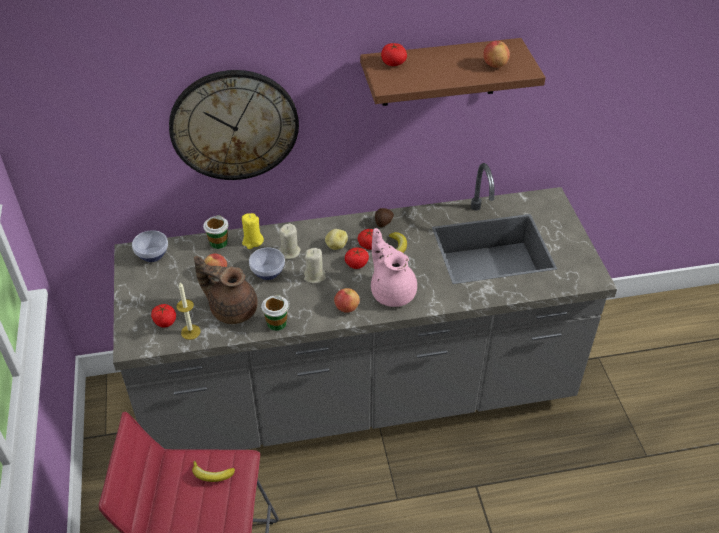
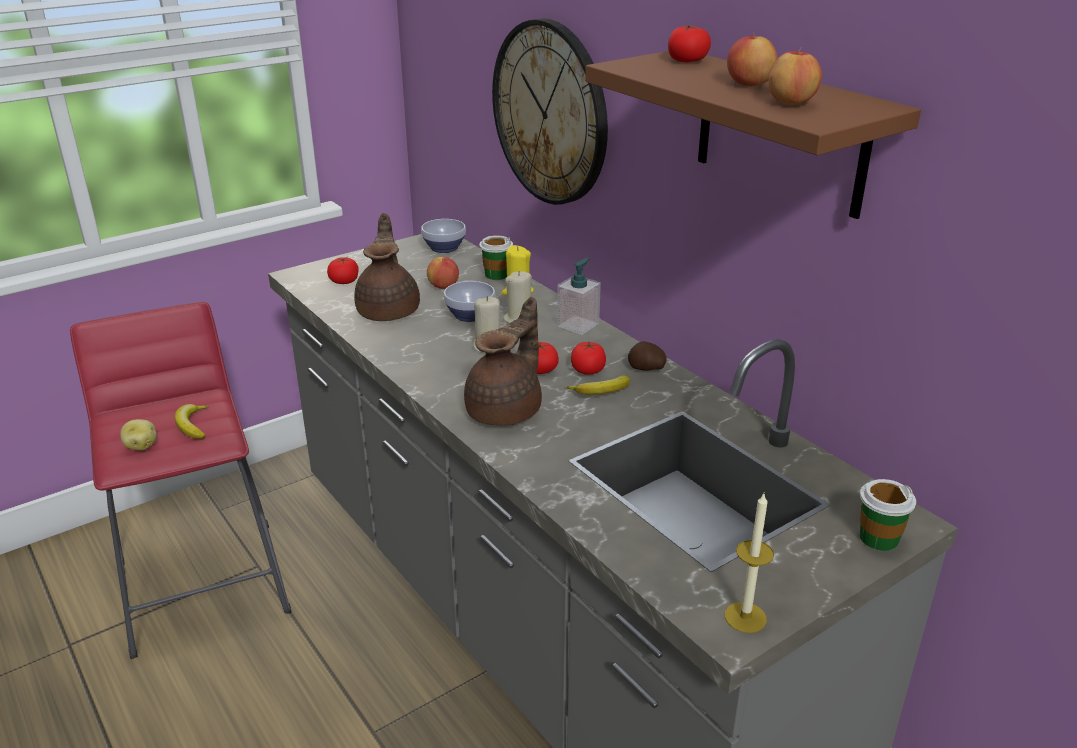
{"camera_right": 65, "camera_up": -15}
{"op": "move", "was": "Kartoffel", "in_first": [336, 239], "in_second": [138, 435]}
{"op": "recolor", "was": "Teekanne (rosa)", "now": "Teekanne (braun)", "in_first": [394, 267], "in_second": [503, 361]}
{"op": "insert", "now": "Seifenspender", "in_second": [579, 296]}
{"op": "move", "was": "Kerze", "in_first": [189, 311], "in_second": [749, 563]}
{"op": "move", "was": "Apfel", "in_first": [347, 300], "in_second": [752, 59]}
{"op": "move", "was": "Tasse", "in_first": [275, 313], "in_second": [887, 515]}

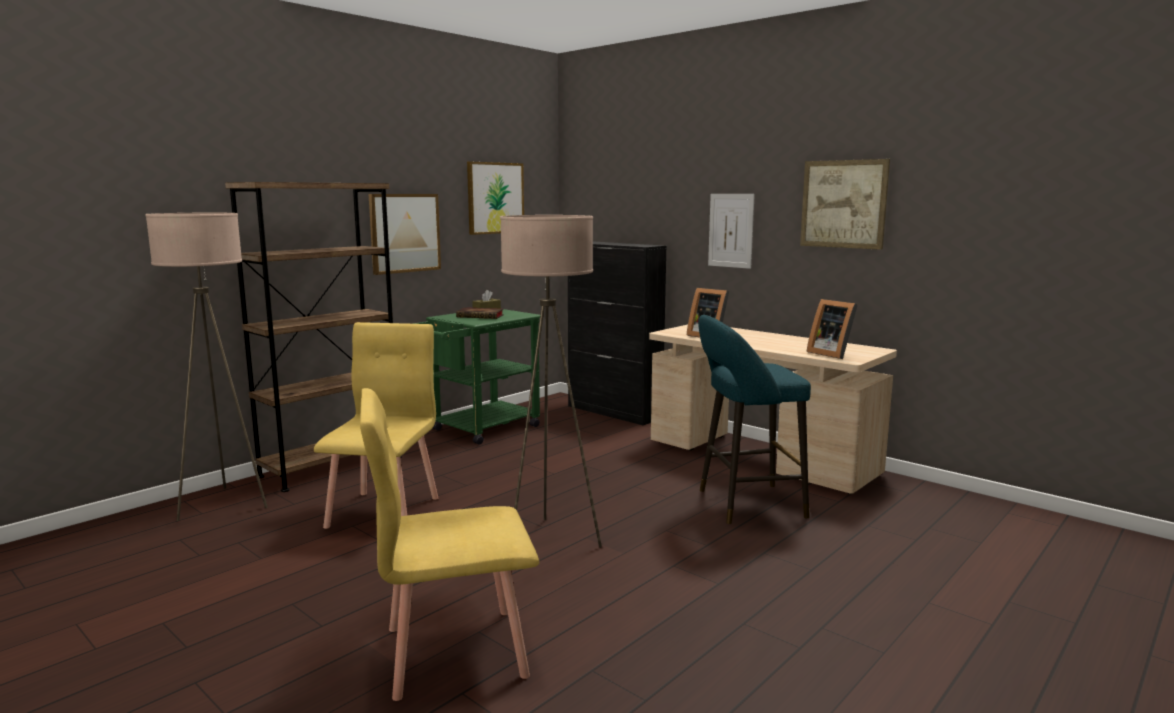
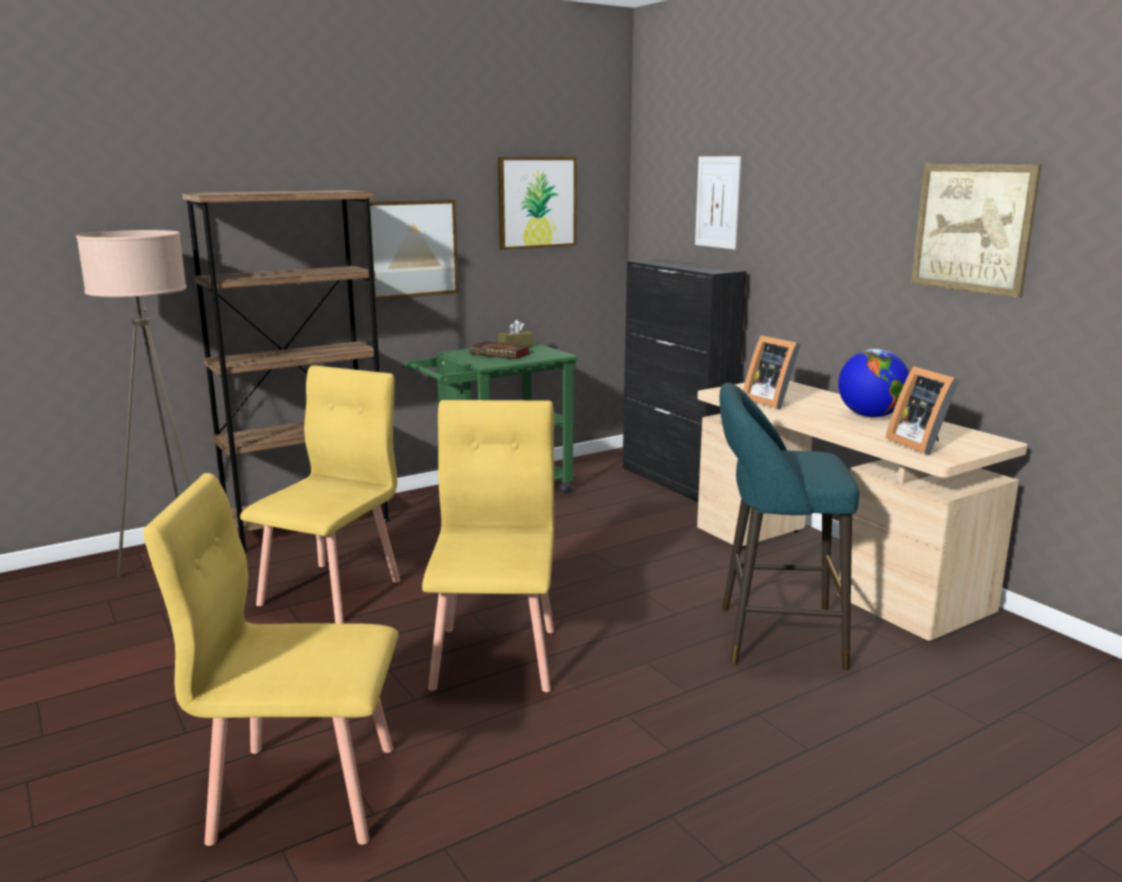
{"camera_right": 15, "camera_up": 5}
{"op": "replace", "was": "Stehlampe (beige)", "now": "Stuhl (gelb)", "in_first": [551, 381], "in_second": [488, 546]}
{"op": "move", "was": "Bild", "in_first": [731, 231], "in_second": [718, 203]}
{"op": "insert", "now": "Globus", "in_second": [873, 383]}

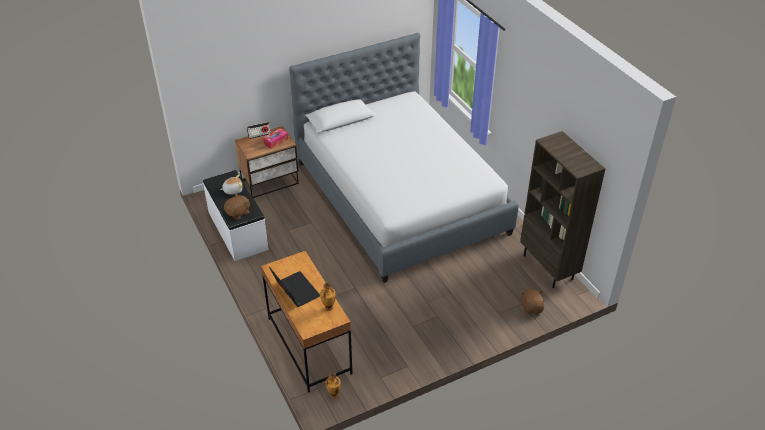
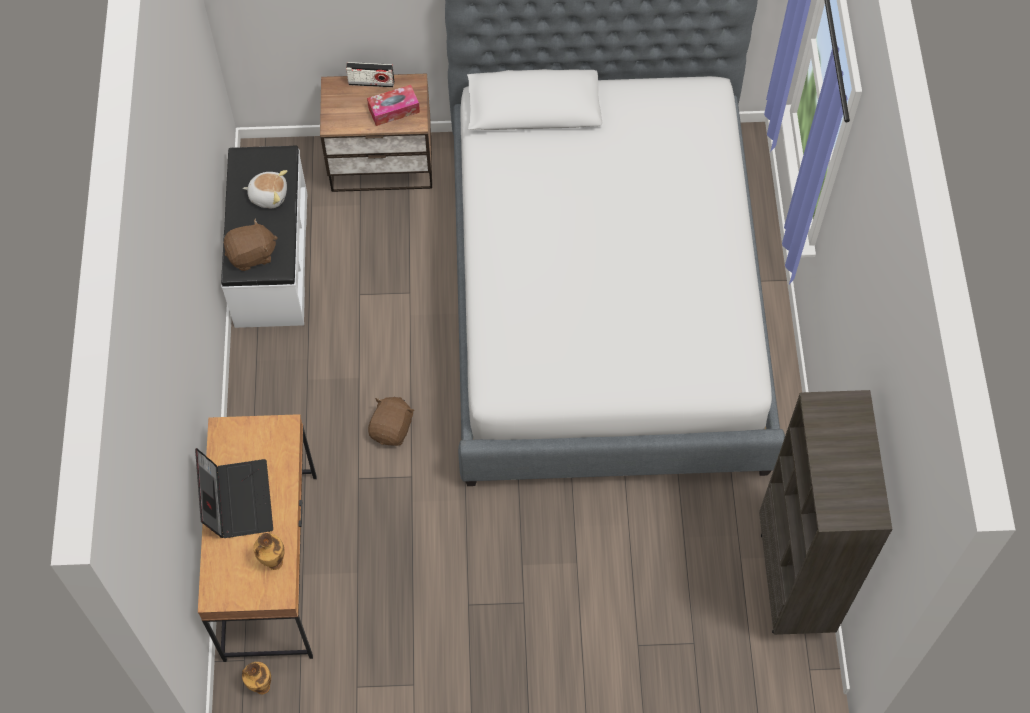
{"camera_right": 25, "camera_up": 20}
{"op": "move", "was": "Plüschtier (braun)", "in_first": [532, 301], "in_second": [391, 421]}

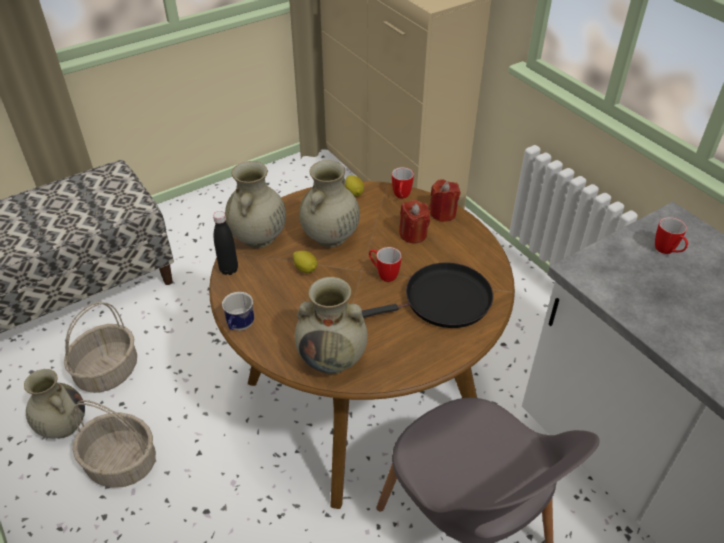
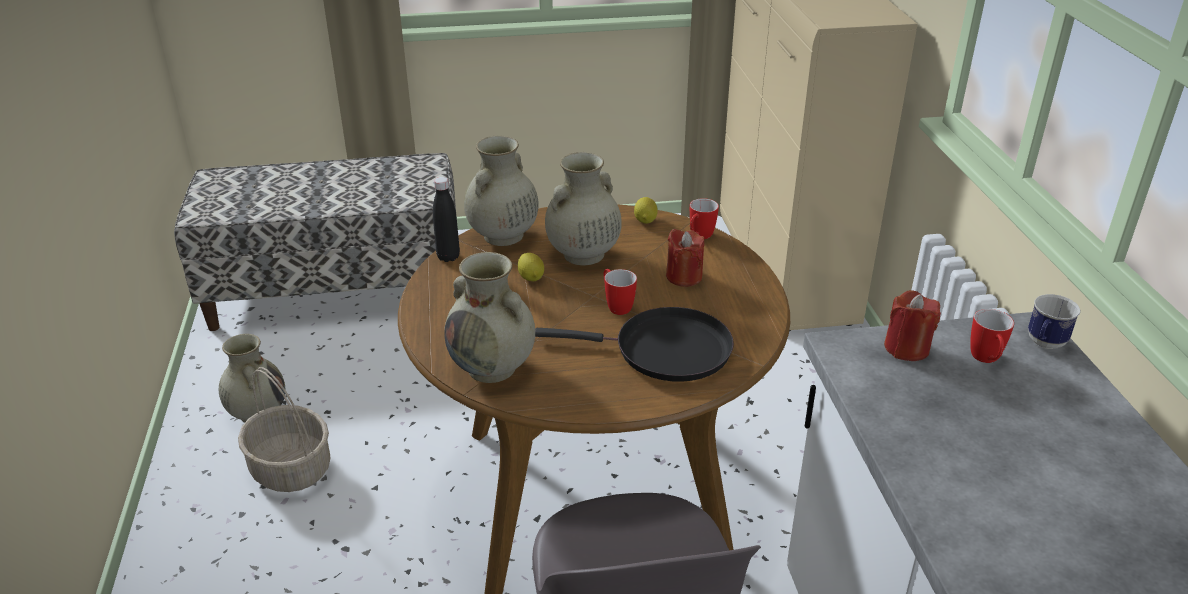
{"camera_right": 25, "camera_up": -10}
{"op": "move", "was": "Kerze (rot)", "in_first": [444, 200], "in_second": [912, 325]}
{"op": "move", "was": "Henkelbecher", "in_first": [238, 311], "in_second": [1054, 321]}
{"op": "delete", "was": "Korb", "in_first": [100, 347]}

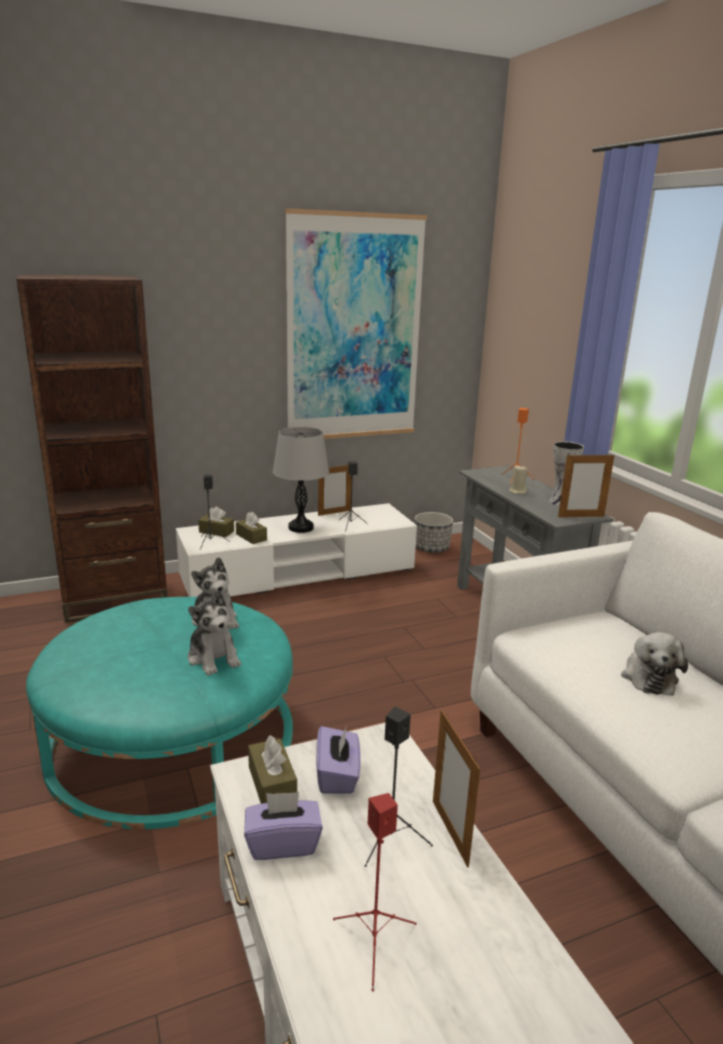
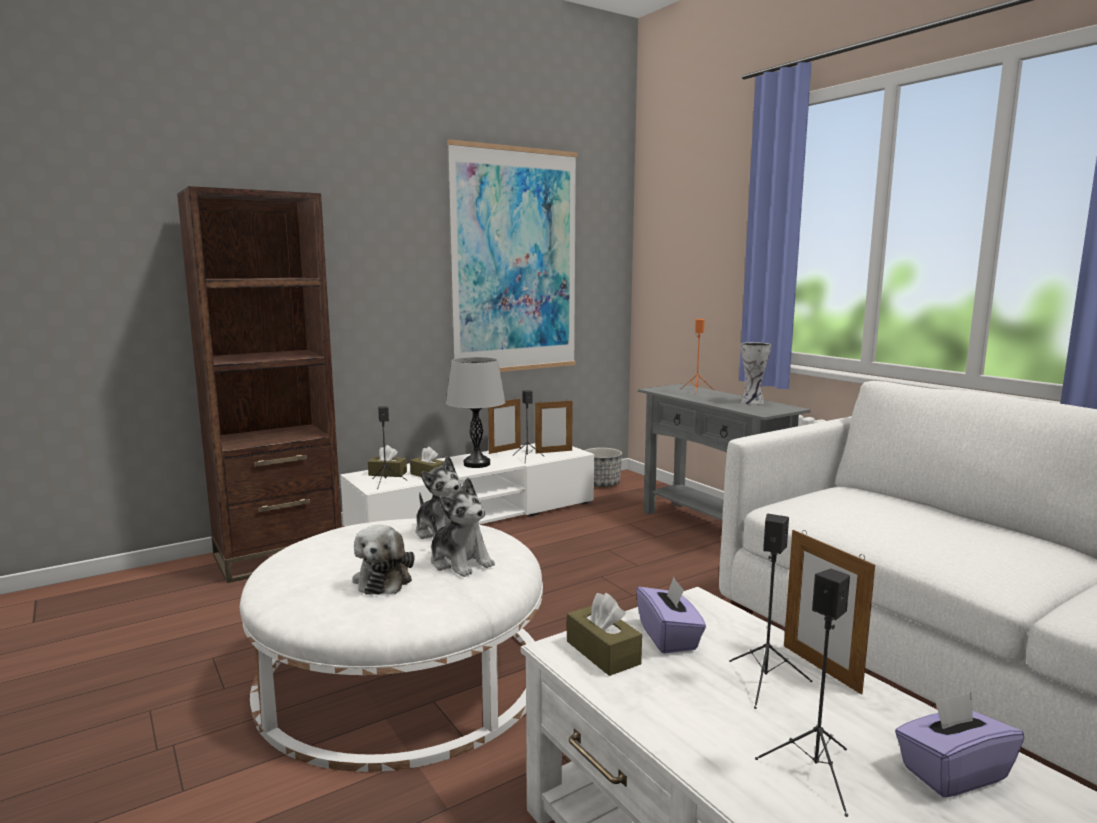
{"camera_right": -10, "camera_up": -10}
{"op": "recolor", "was": "Polsterhocker (türkis)", "now": "Polsterhocker (weiß)", "in_first": [159, 713], "in_second": [391, 645]}
{"op": "move", "was": "Plüschtier", "in_first": [654, 664], "in_second": [383, 560]}
{"op": "move", "was": "Bilderrahmen", "in_first": [586, 485], "in_second": [554, 426]}
{"op": "recolor", "was": "Lautsprecher (rot)", "now": "Lautsprecher (schwarz)", "in_first": [375, 892], "in_second": [802, 693]}
{"op": "move", "was": "Taschentuchbox (lila)", "in_first": [283, 826], "in_second": [959, 745]}
{"op": "delete", "was": "Kerze (beige)", "in_first": [518, 479]}

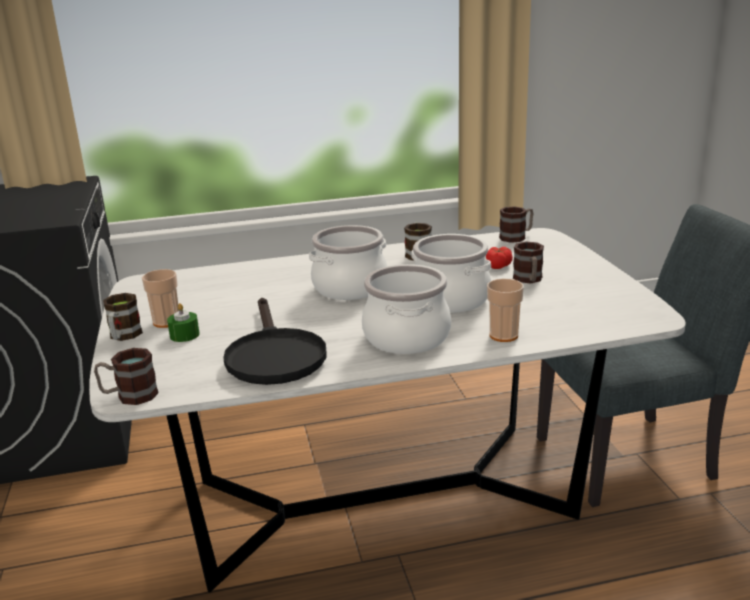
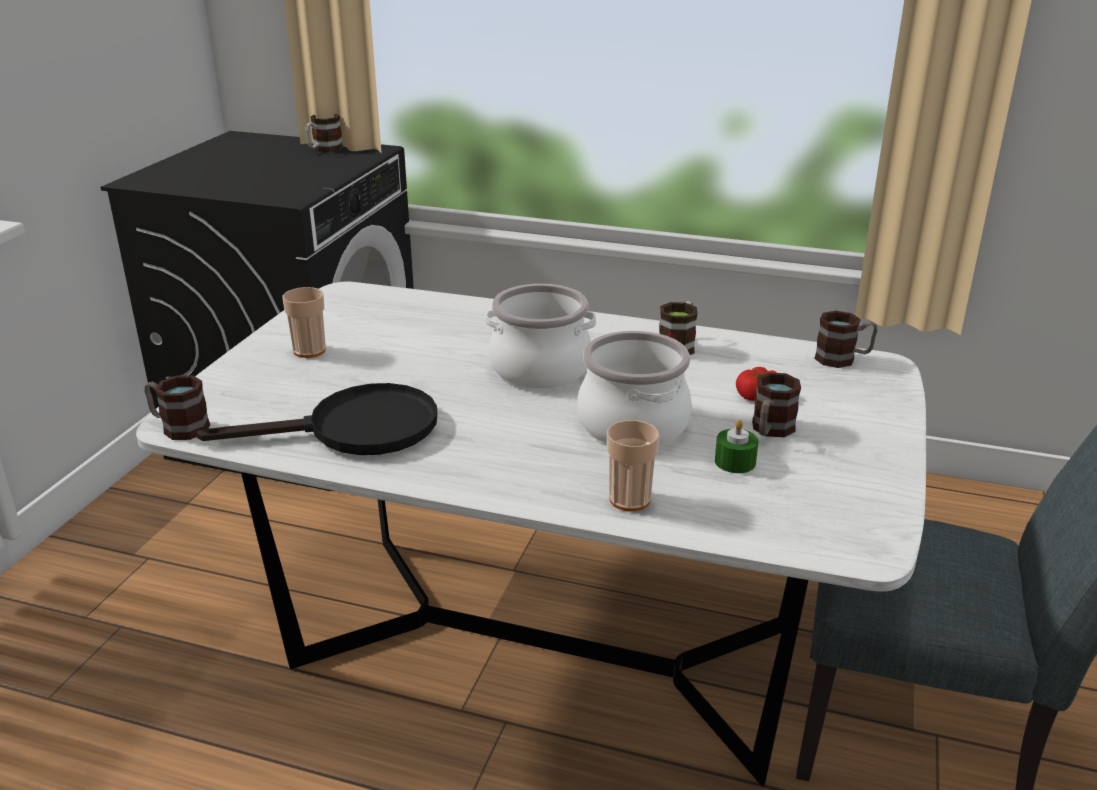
{"camera_right": 30, "camera_up": 5}
{"op": "rotate", "was": "Pfanne (schwarz)", "in_first": [275, 341], "in_second": [316, 419], "clockwise": -120}
{"op": "move", "was": "Henkelbecher", "in_first": [123, 317], "in_second": [324, 133]}
{"op": "move", "was": "Kerze (grün)", "in_first": [183, 322], "in_second": [737, 446]}
{"op": "delete", "was": "Kochtopf", "in_first": [406, 309]}

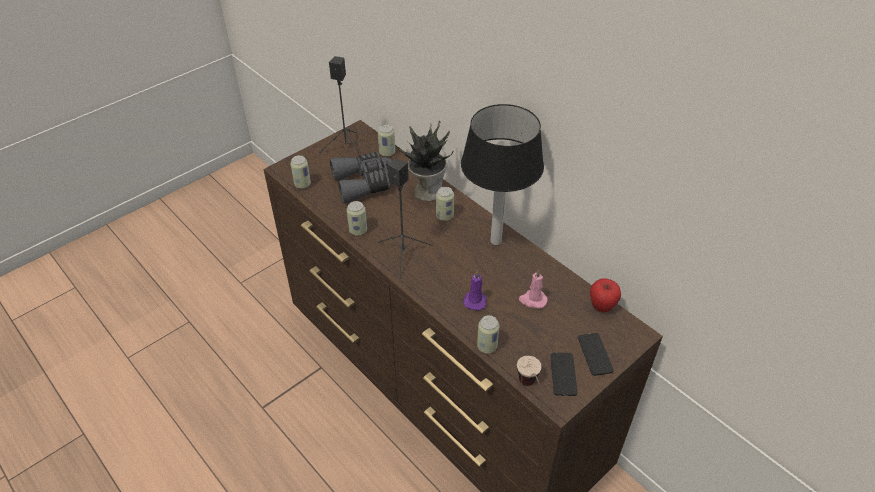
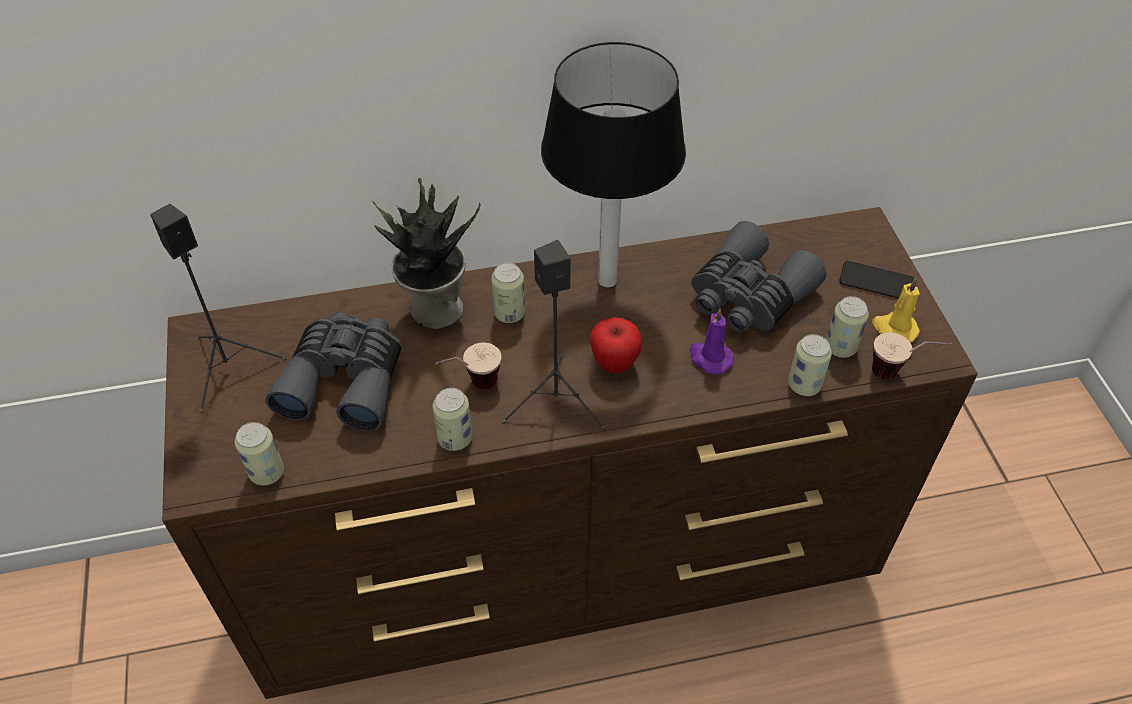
{"camera_right": -60, "camera_up": 5}
{"op": "insert", "now": "Tasse", "in_second": [468, 366]}
{"op": "move", "was": "Apfel", "in_first": [605, 295], "in_second": [616, 345]}
{"op": "replace", "was": "Kerze (rosa)", "now": "Fernglas (grau)", "in_first": [533, 289], "in_second": [759, 277]}
{"op": "move", "was": "Dose", "in_first": [386, 140], "in_second": [847, 327]}
{"op": "replace", "was": "Handy", "now": "Kerze (gelb)", "in_first": [564, 374], "in_second": [896, 310]}

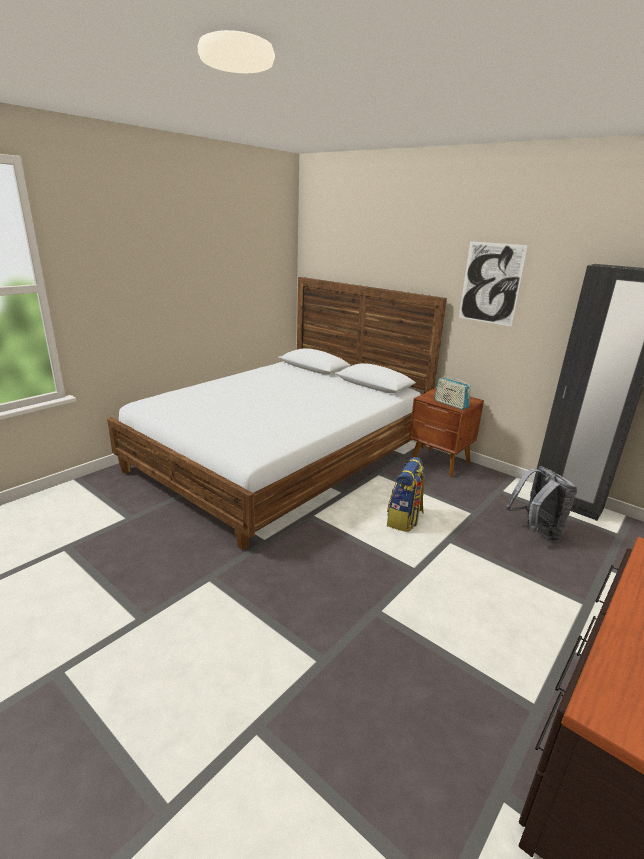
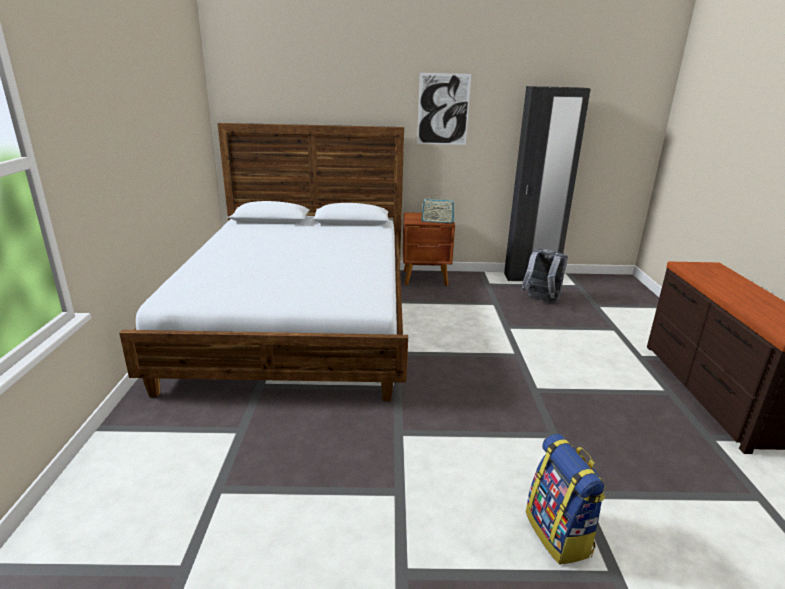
{"camera_right": -40, "camera_up": 0}
{"op": "move", "was": "Rucksack", "in_first": [405, 494], "in_second": [566, 499]}

